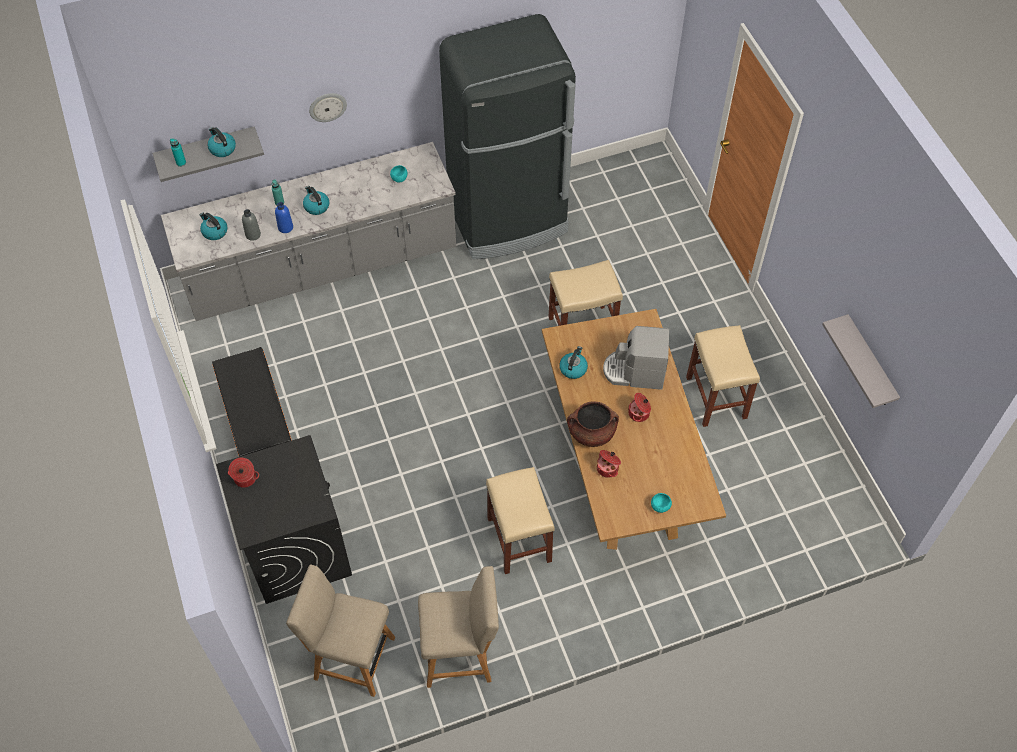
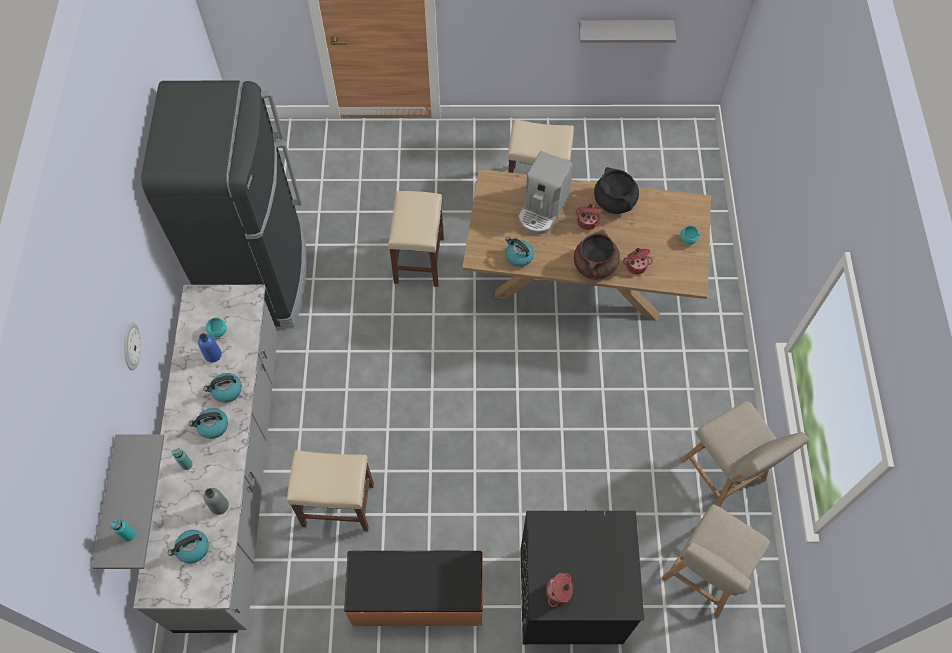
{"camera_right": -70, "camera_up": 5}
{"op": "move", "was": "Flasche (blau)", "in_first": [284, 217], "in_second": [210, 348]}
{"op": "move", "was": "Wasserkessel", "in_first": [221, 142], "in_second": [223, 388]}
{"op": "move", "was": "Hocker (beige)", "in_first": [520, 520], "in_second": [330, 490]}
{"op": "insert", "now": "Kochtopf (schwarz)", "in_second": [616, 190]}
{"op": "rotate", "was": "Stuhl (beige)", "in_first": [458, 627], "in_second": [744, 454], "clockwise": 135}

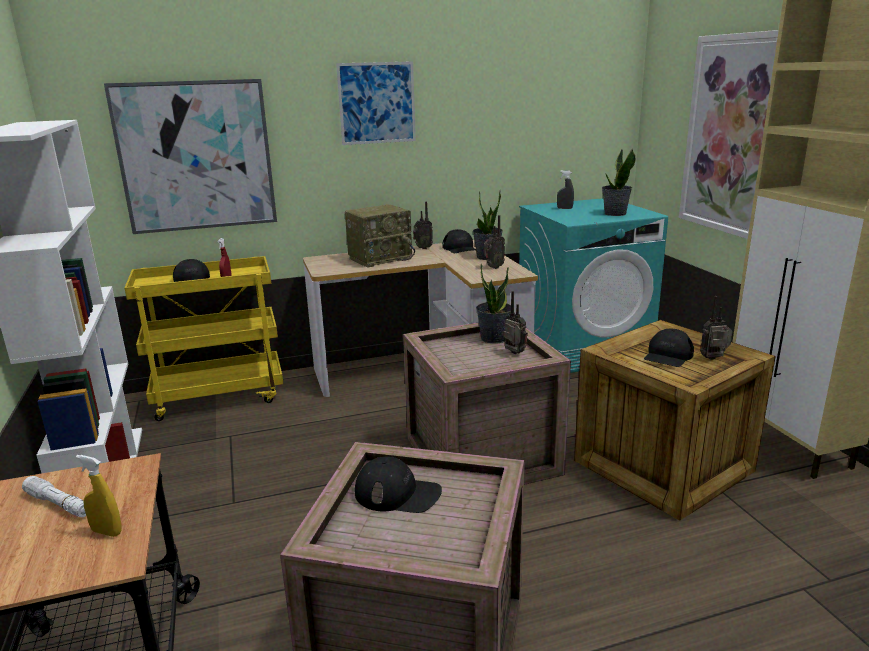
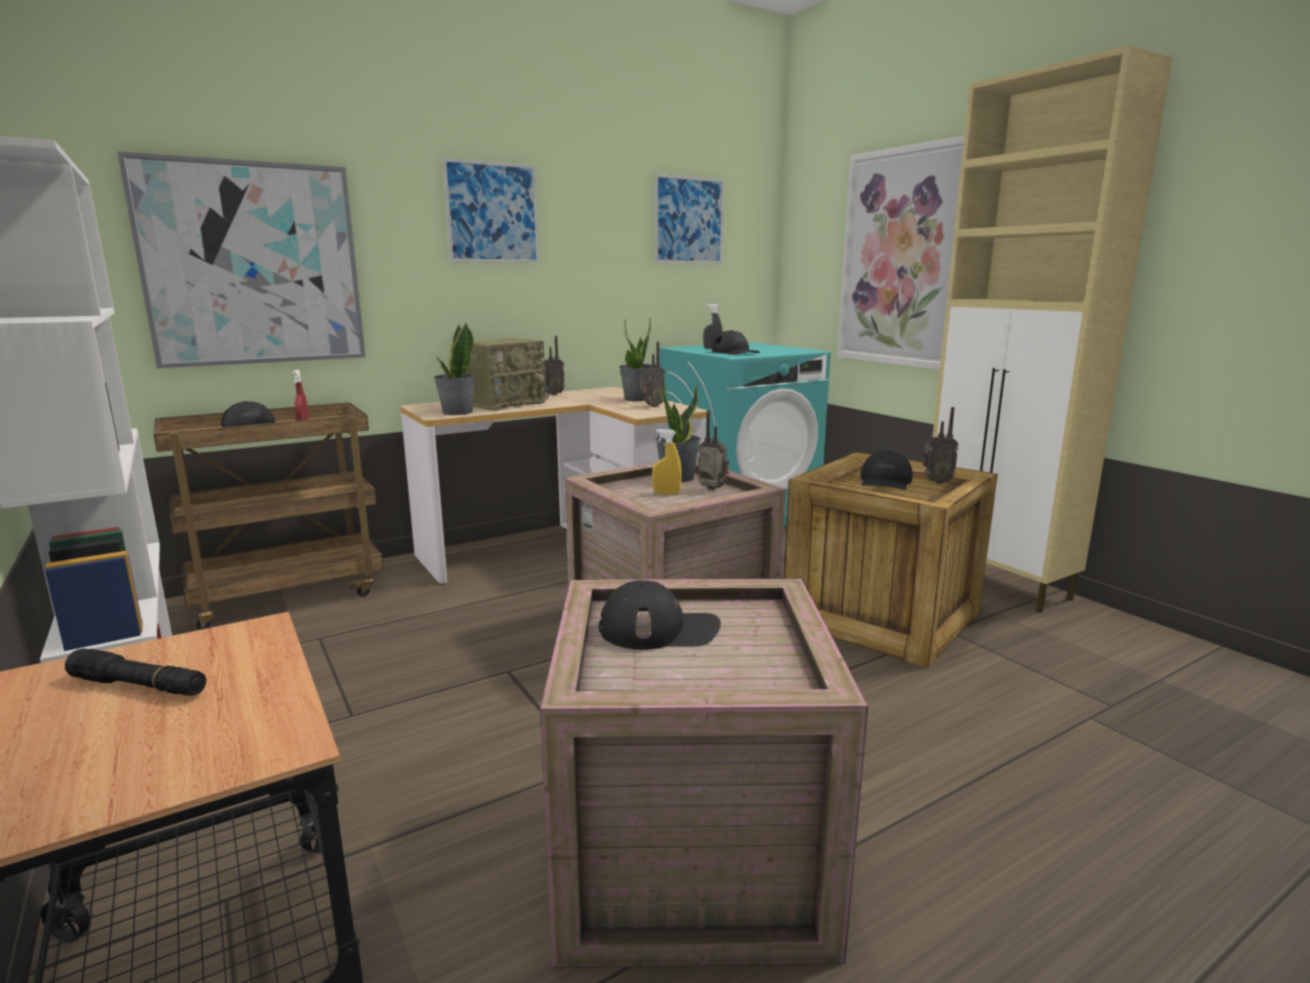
{"camera_right": -15, "camera_up": -5}
{"op": "recolor", "was": "Taschenlampe (weiß)", "now": "Taschenlampe (schwarz)", "in_first": [54, 496], "in_second": [135, 672]}
{"op": "recolor", "was": "Rollwagen (gelb)", "now": "Rollwagen (braun)", "in_first": [203, 338], "in_second": [269, 516]}
{"op": "move", "was": "Topfpflanze", "in_first": [618, 182], "in_second": [455, 369]}
{"op": "move", "was": "Sprühflasche (gelb)", "in_first": [99, 496], "in_second": [667, 462]}
{"op": "insert", "now": "Bild", "in_second": [689, 219]}
{"op": "move", "was": "Kappe (schwarz)", "in_first": [459, 241], "in_second": [735, 342]}
{"op": "rotate", "was": "Radio", "in_first": [716, 328], "in_second": [940, 445], "clockwise": -150}

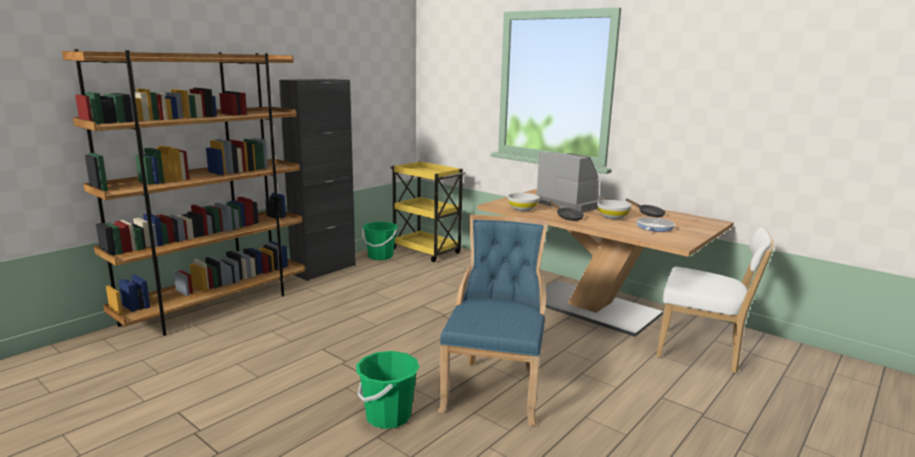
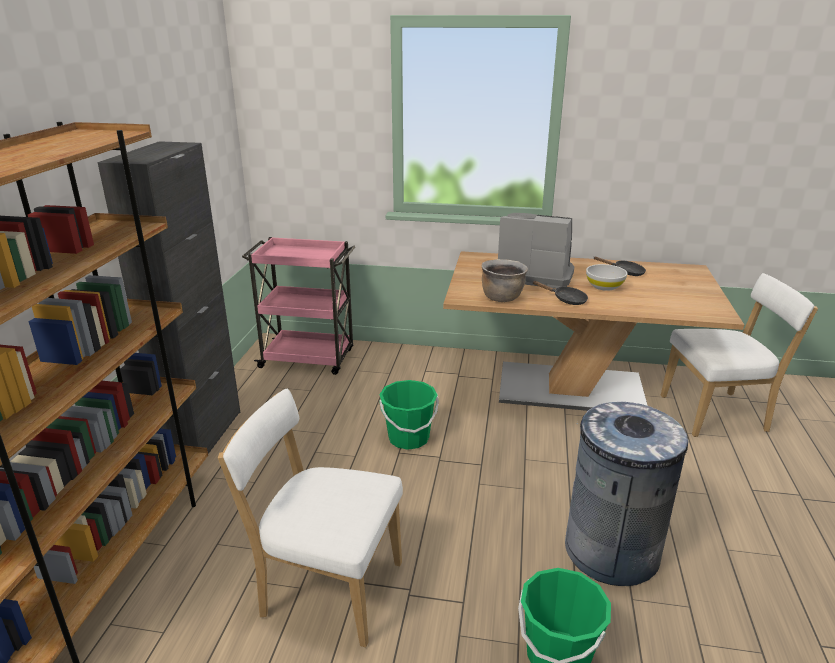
{"camera_right": -30, "camera_up": 10}
{"op": "insert", "now": "Stuhl (weiß)", "in_second": [310, 518]}
{"op": "recolor", "was": "Rollwagen (gelb)", "now": "Rollwagen (rosa)", "in_first": [428, 211], "in_second": [298, 306]}
{"op": "move", "was": "Eimer (grün)", "in_first": [379, 241], "in_second": [409, 415]}
{"op": "replace", "was": "Schüssel (weiß)", "now": "Kochtopf (braun)", "in_first": [523, 202], "in_second": [505, 280]}
{"op": "replace", "was": "Stuhl (blau)", "now": "Mülleimer (grau)", "in_first": [493, 320], "in_second": [626, 494]}
{"op": "delete", "was": "Pfanne", "in_first": [655, 224]}

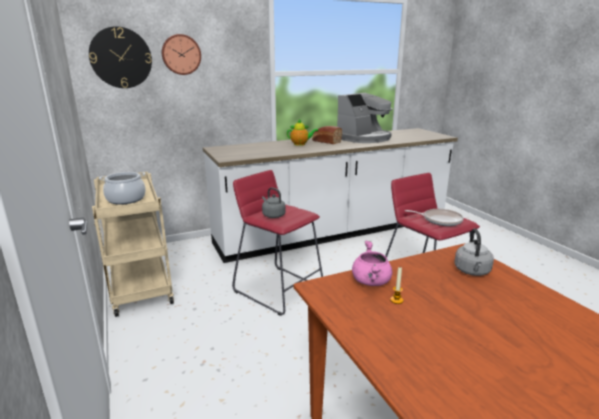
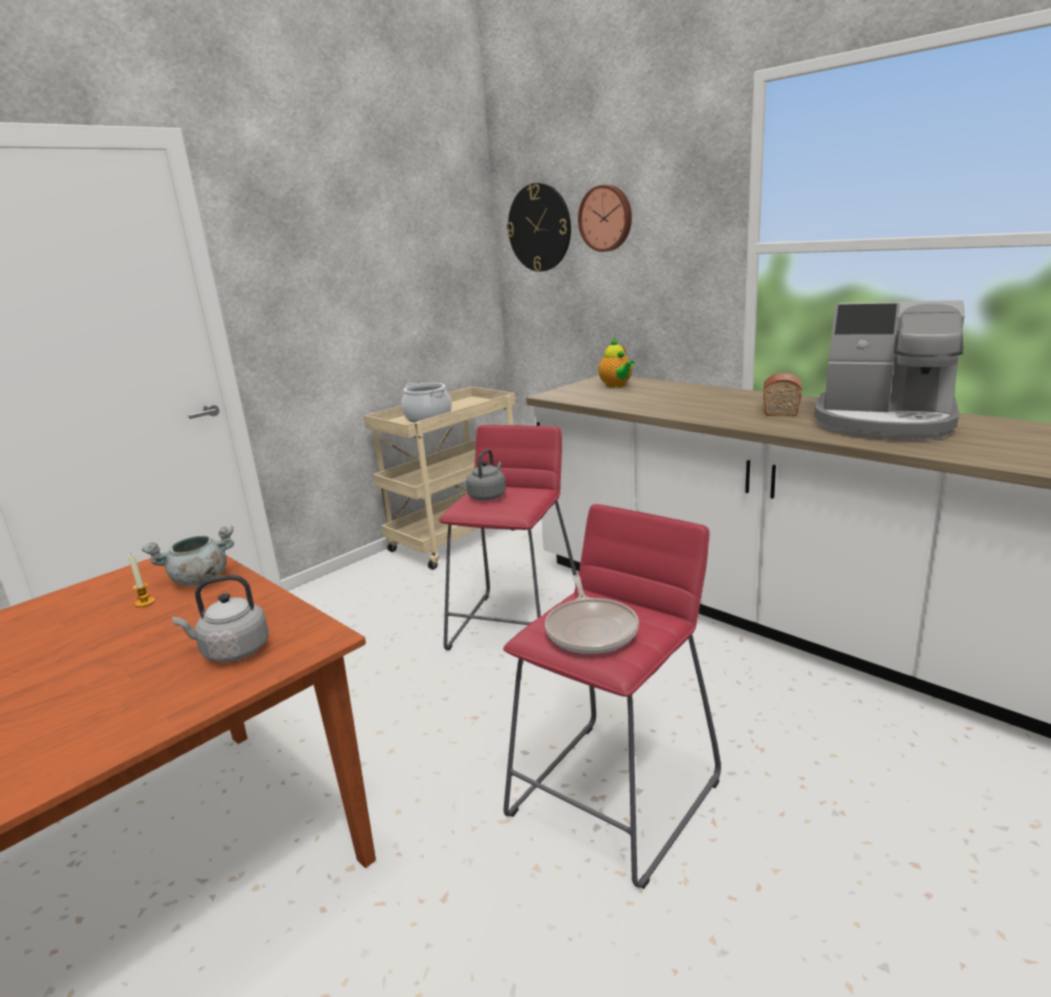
{"camera_right": 70, "camera_up": 0}
{"op": "recolor", "was": "Kochtopf (rosa)", "now": "Kochtopf (grau)", "in_first": [372, 263], "in_second": [188, 556]}
{"op": "move", "was": "Teekanne", "in_first": [302, 132], "in_second": [616, 362]}

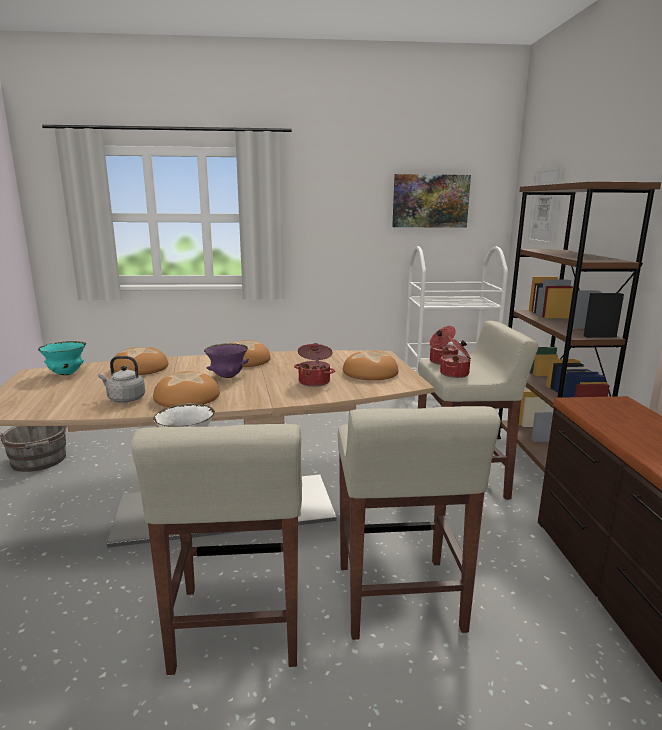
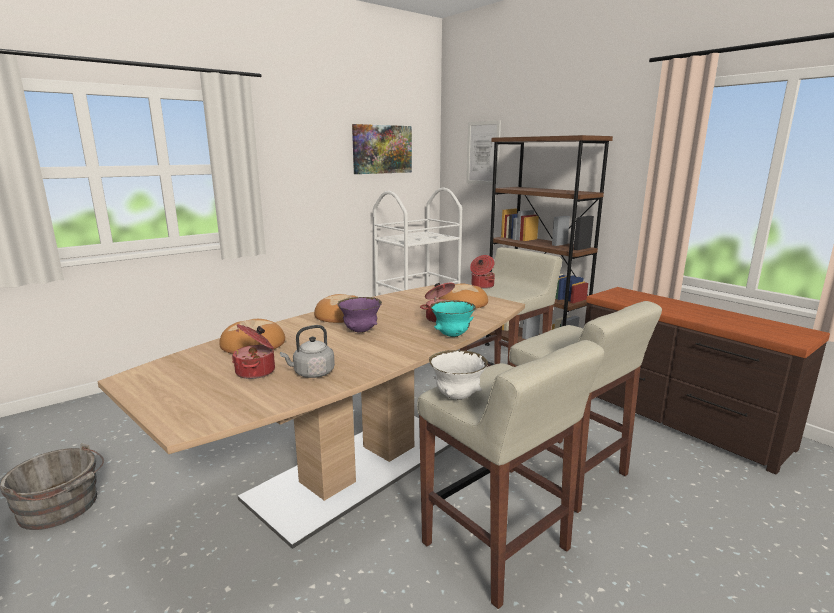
{"camera_right": -35, "camera_up": 0}
{"op": "move", "was": "Kochtopf", "in_first": [455, 357], "in_second": [253, 351]}
{"op": "move", "was": "Schüssel (türkis)", "in_first": [62, 358], "in_second": [453, 318]}
{"op": "delete", "was": "Brot", "in_first": [186, 389]}

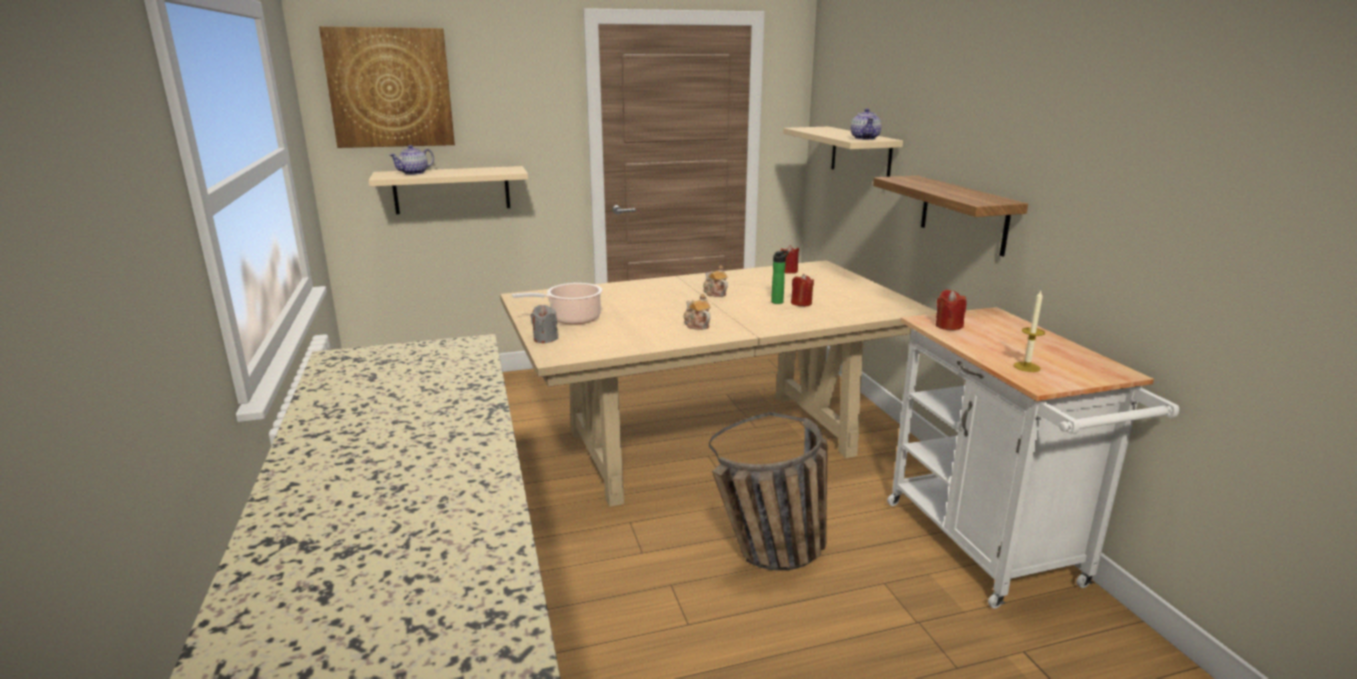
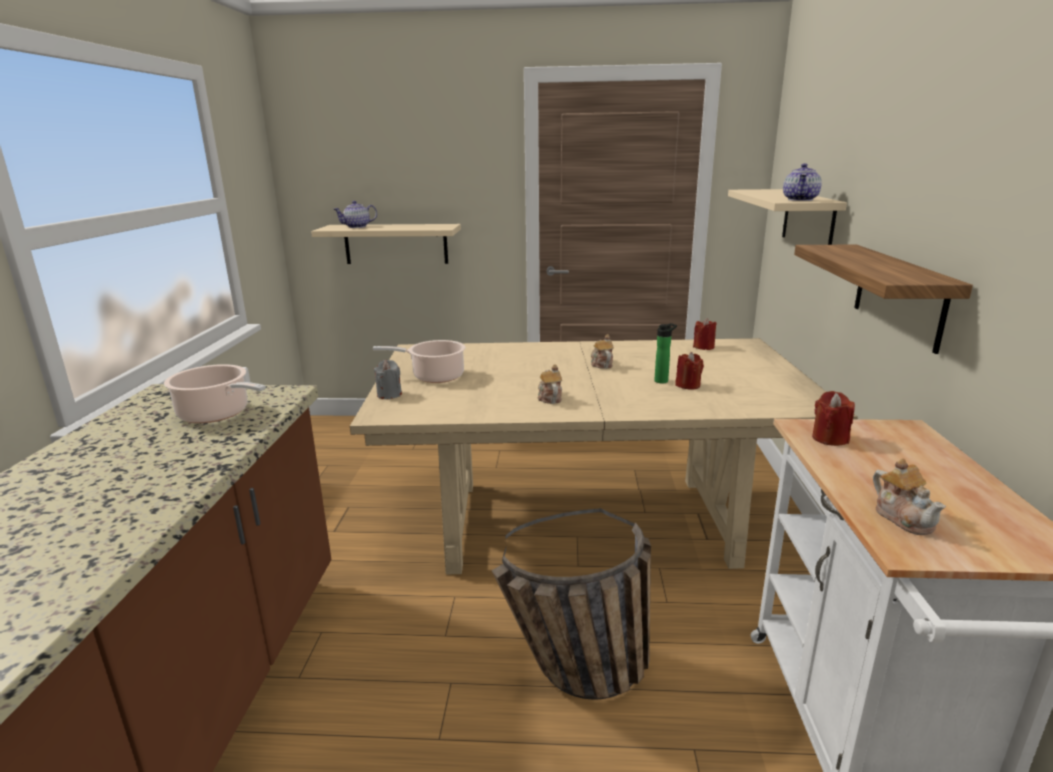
{"camera_right": 20, "camera_up": 0}
{"op": "insert", "now": "Kochtopf", "in_second": [215, 393]}
{"op": "replace", "was": "Kerze", "now": "Teekanne", "in_first": [1029, 331], "in_second": [909, 496]}
{"op": "delete", "was": "Bild", "in_first": [387, 87]}

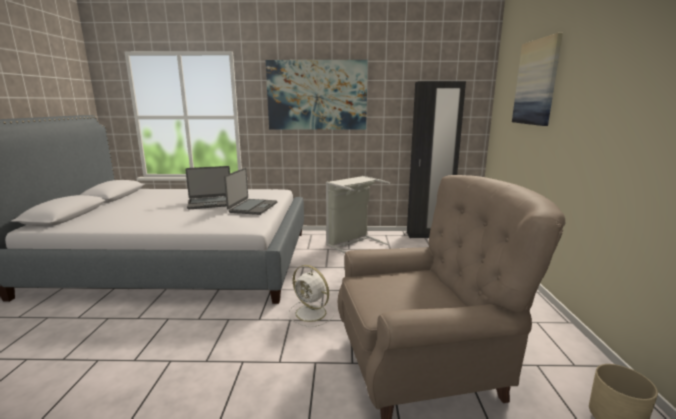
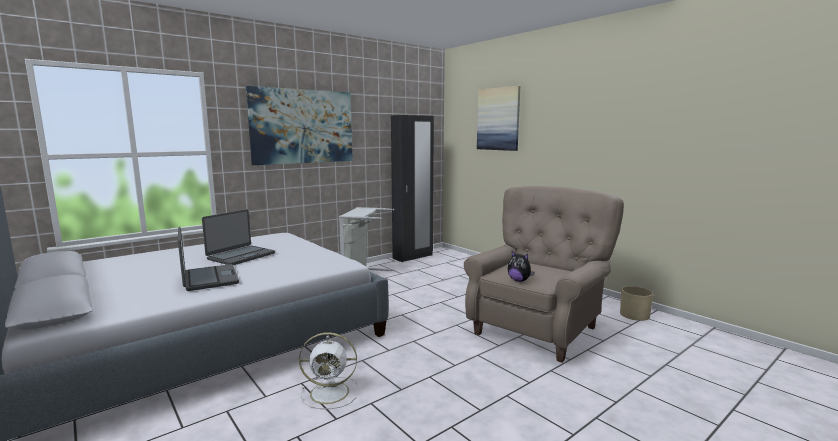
{"camera_right": -40, "camera_up": -5}
{"op": "move", "was": "Laptop", "in_first": [250, 191], "in_second": [208, 259]}
{"op": "move", "was": "Ventilator (weiß)", "in_first": [311, 296], "in_second": [329, 370]}
{"op": "insert", "now": "Plüschtier", "in_second": [521, 266]}

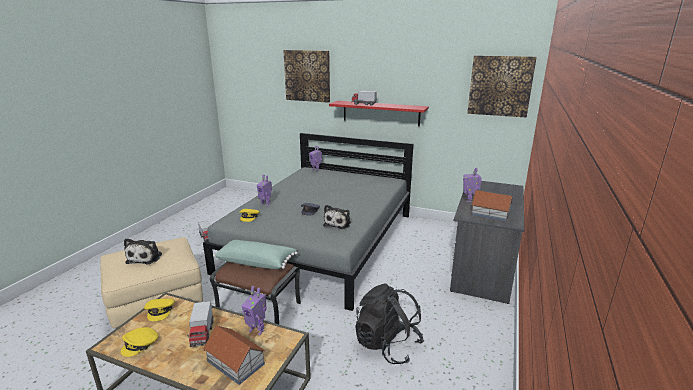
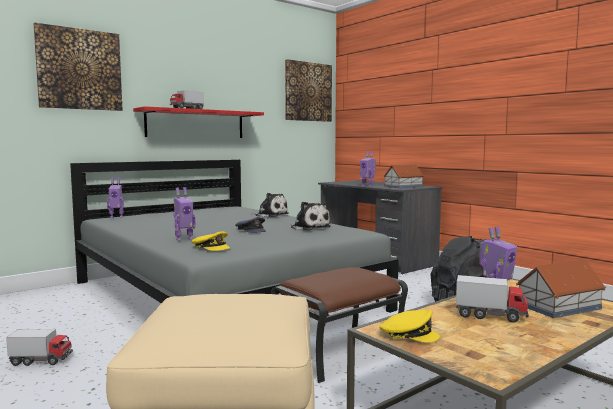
{"camera_right": -60, "camera_up": -15}
{"op": "move", "was": "Plüschtier", "in_first": [143, 251], "in_second": [270, 205]}
{"op": "delete", "was": "Kappe (gelb)", "in_first": [139, 342]}
{"op": "delete", "was": "Kissen (grün)", "in_first": [255, 254]}

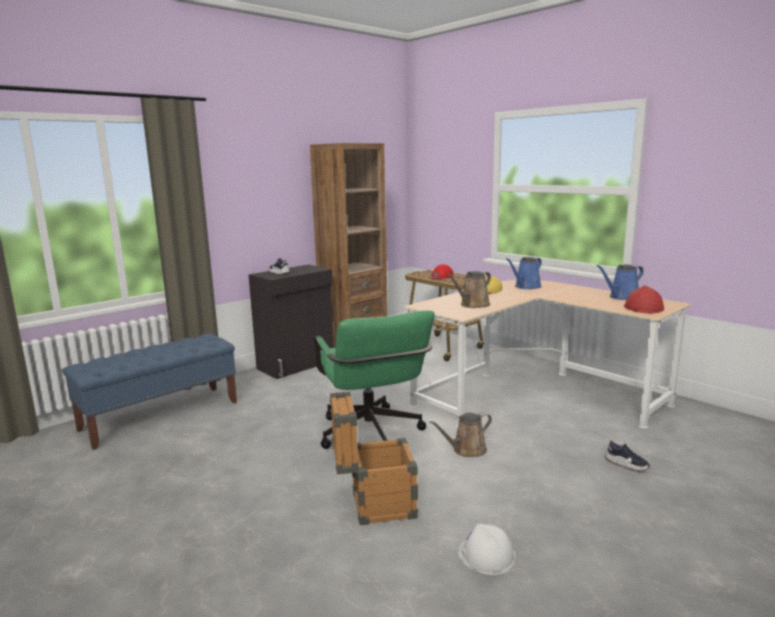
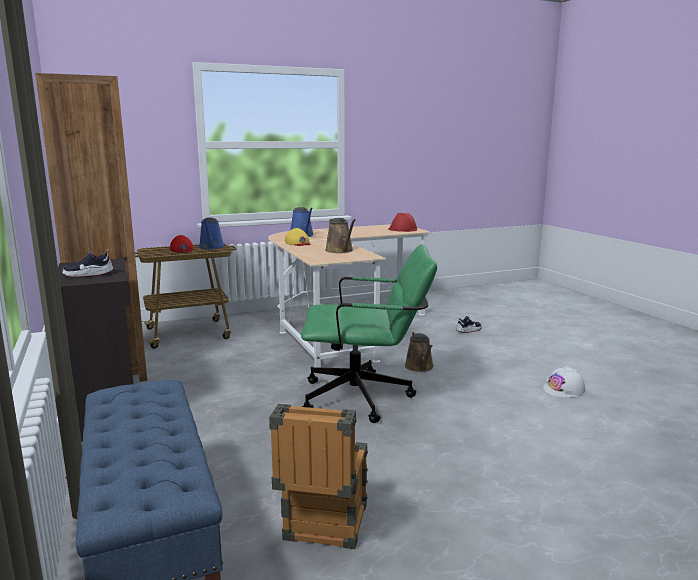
{"camera_right": -70, "camera_up": 0}
{"op": "move", "was": "Gießkanne (blau)", "in_first": [620, 282], "in_second": [212, 233]}
{"op": "move", "was": "Kiste", "in_first": [374, 458], "in_second": [318, 476]}

